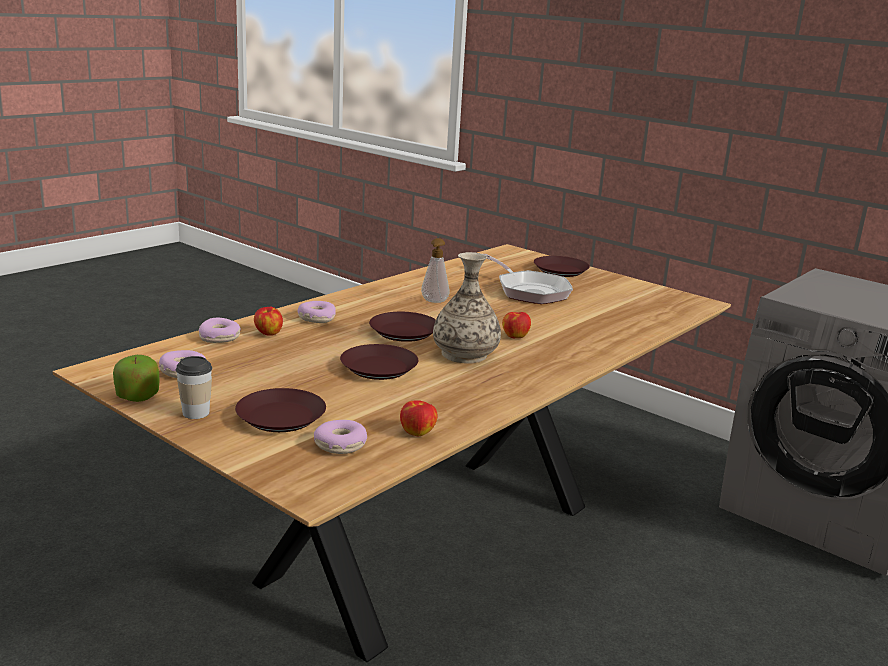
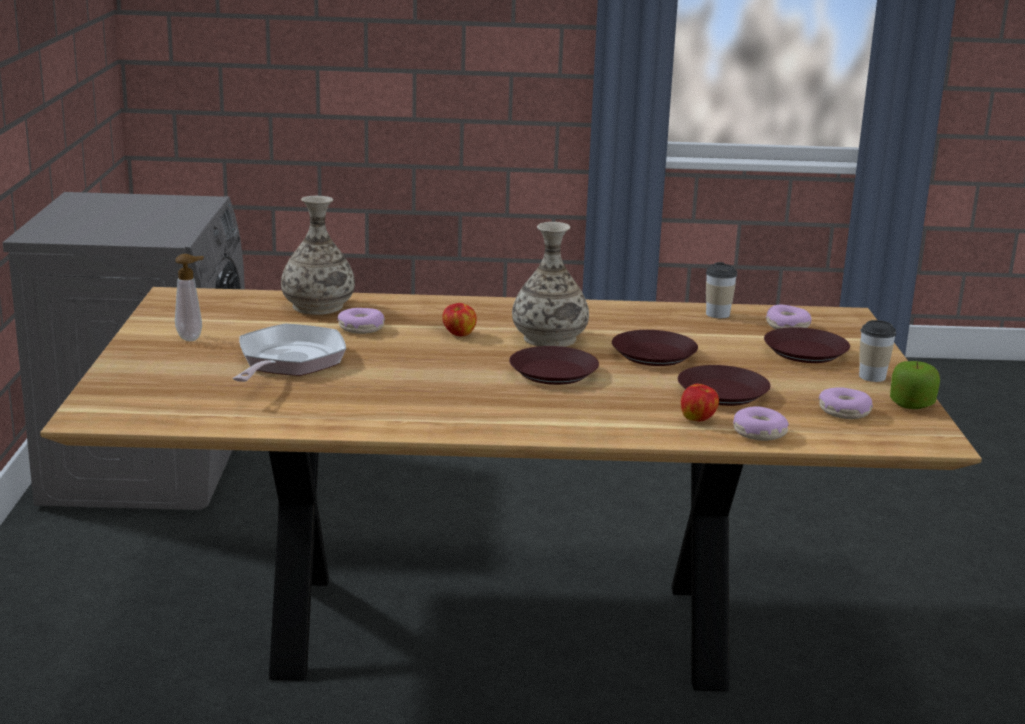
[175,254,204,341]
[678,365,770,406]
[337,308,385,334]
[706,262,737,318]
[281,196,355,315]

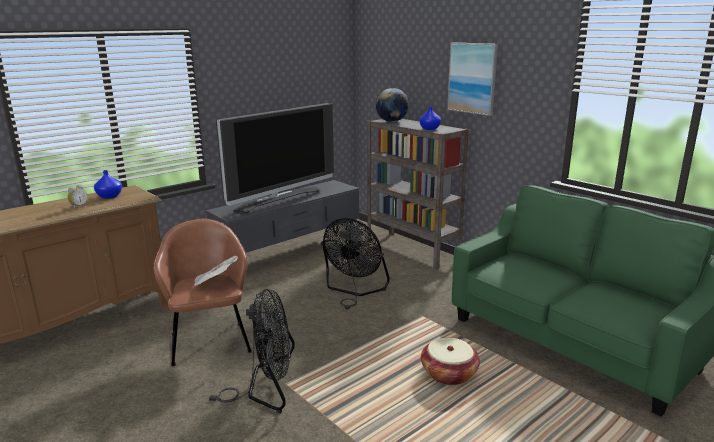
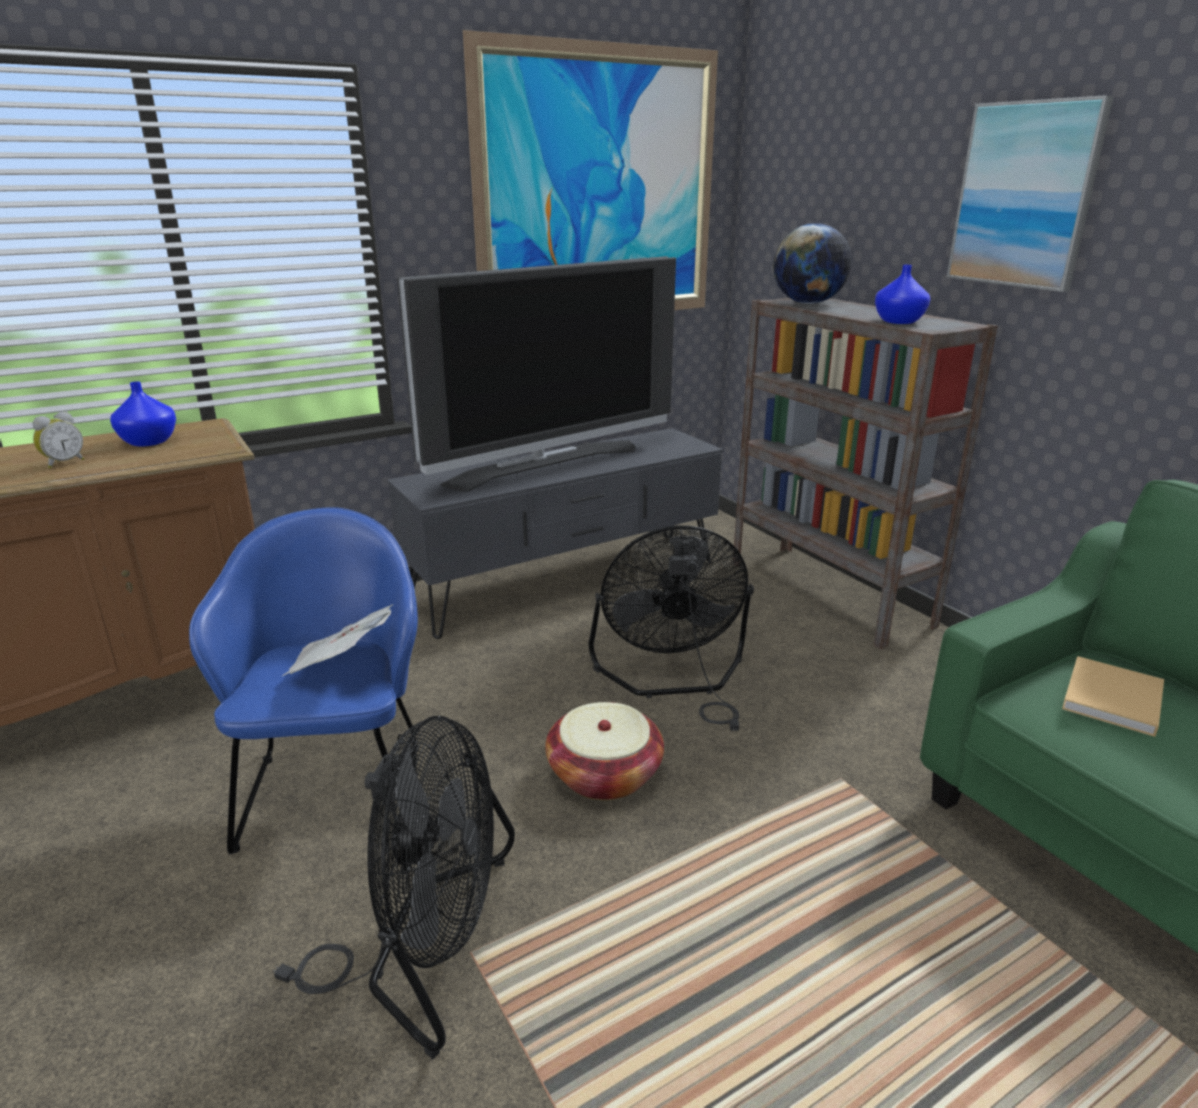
[589,525,754,731]
[189,507,419,854]
[546,702,664,801]
[463,30,718,310]
[1062,656,1164,737]

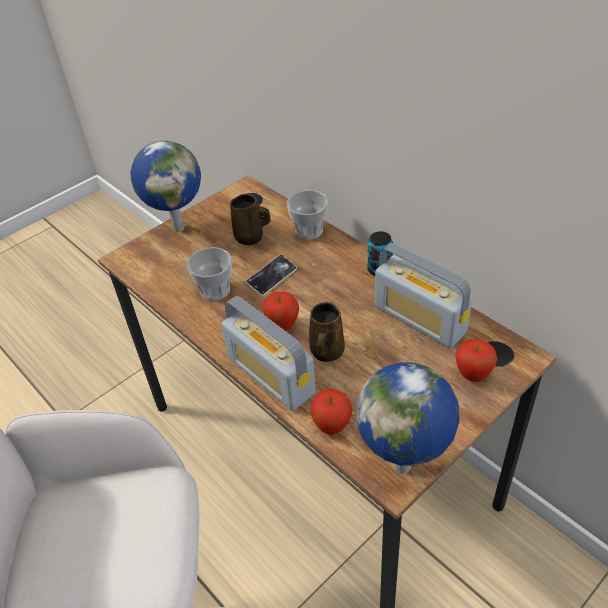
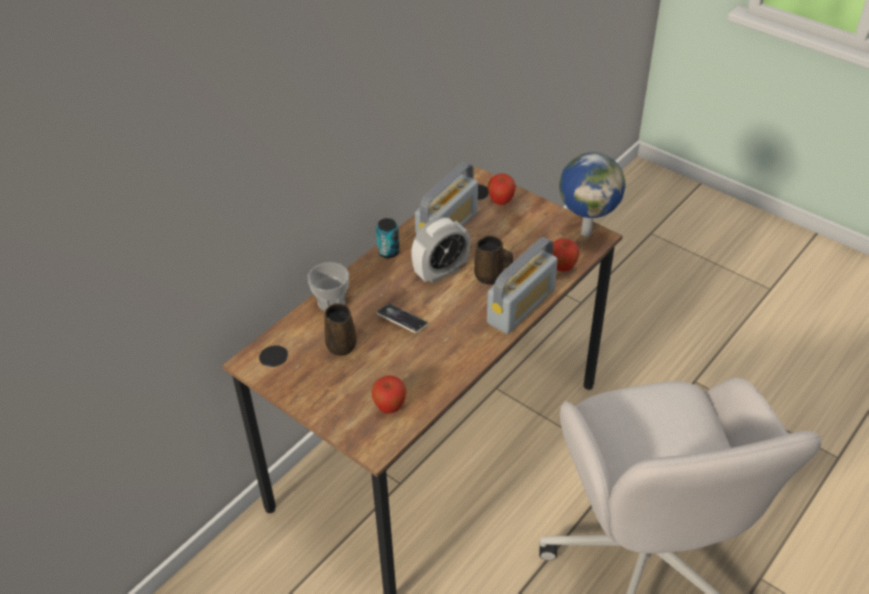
[131,141,201,232] (first image)
[187,247,232,301] (first image)
[372,375,407,414]
[411,217,470,283]

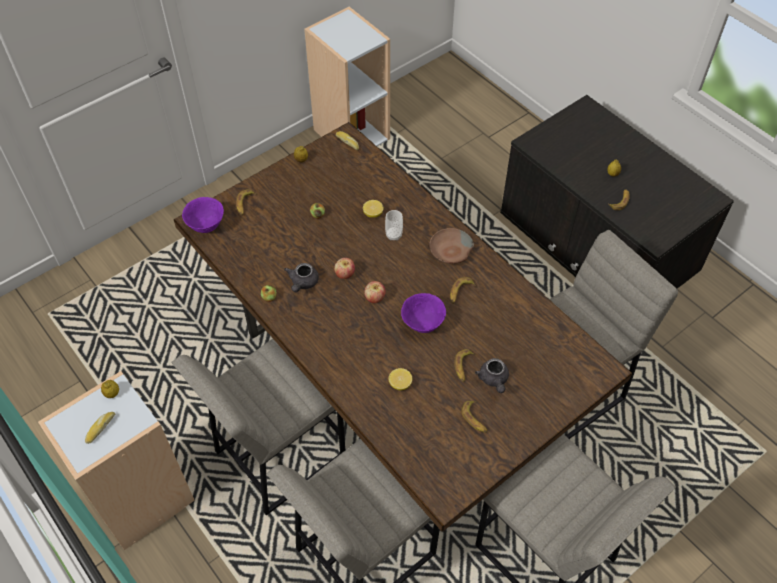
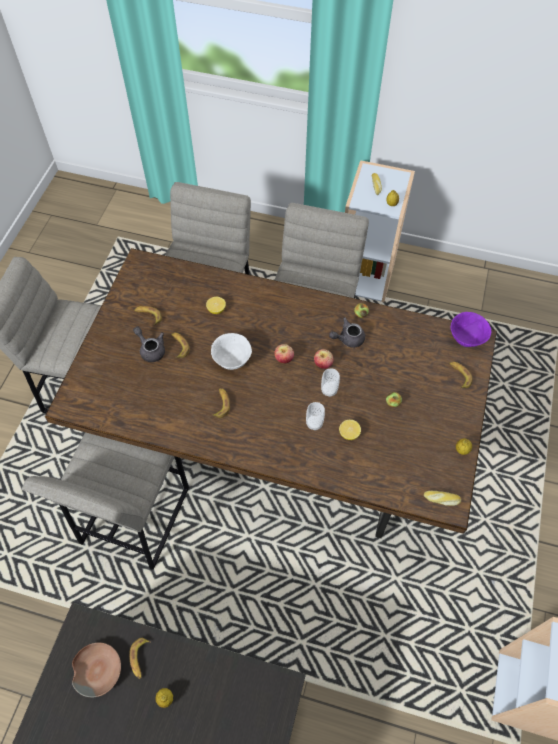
[72,643,121,697]
[329,317,365,348]
[211,333,252,370]
[321,368,340,397]

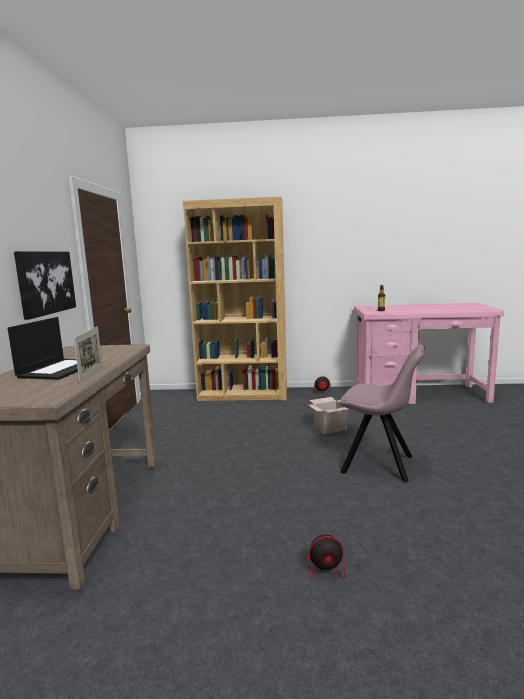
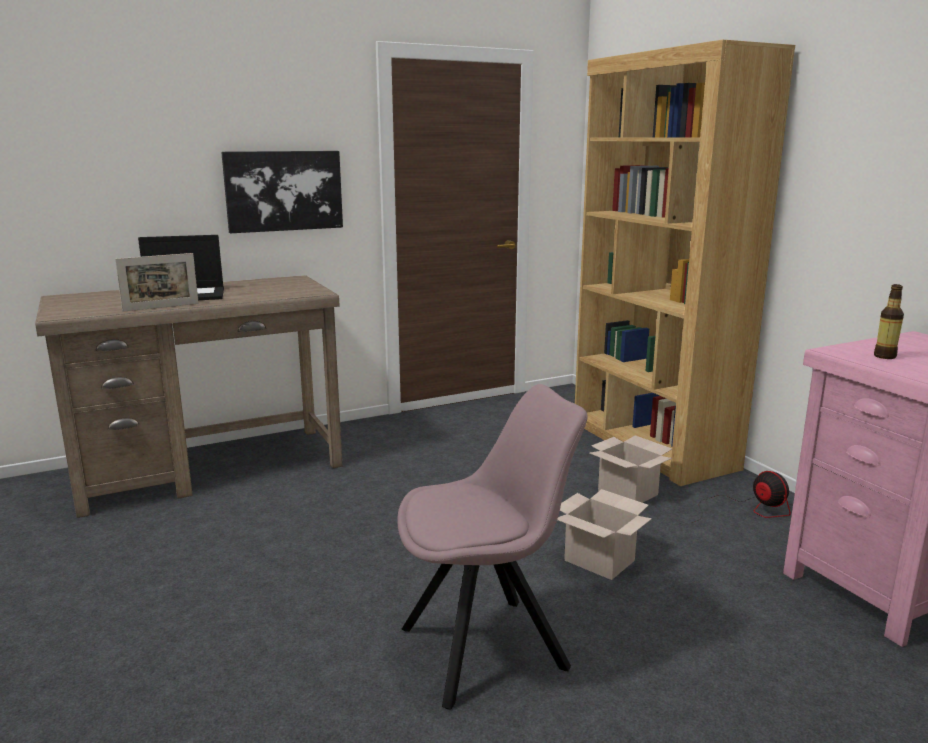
[397,384,588,710]
[308,525,368,581] (first image)
[590,435,672,503]

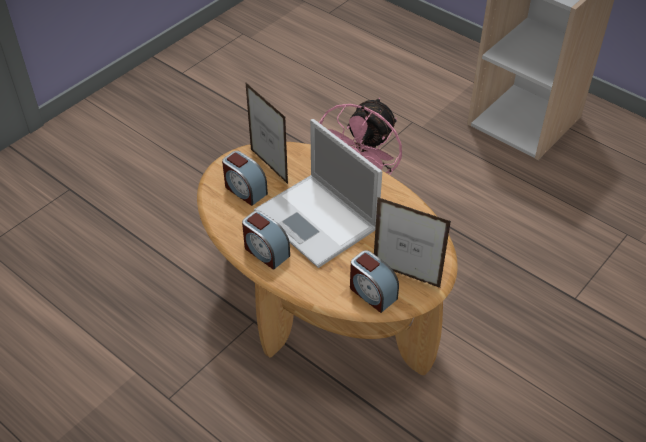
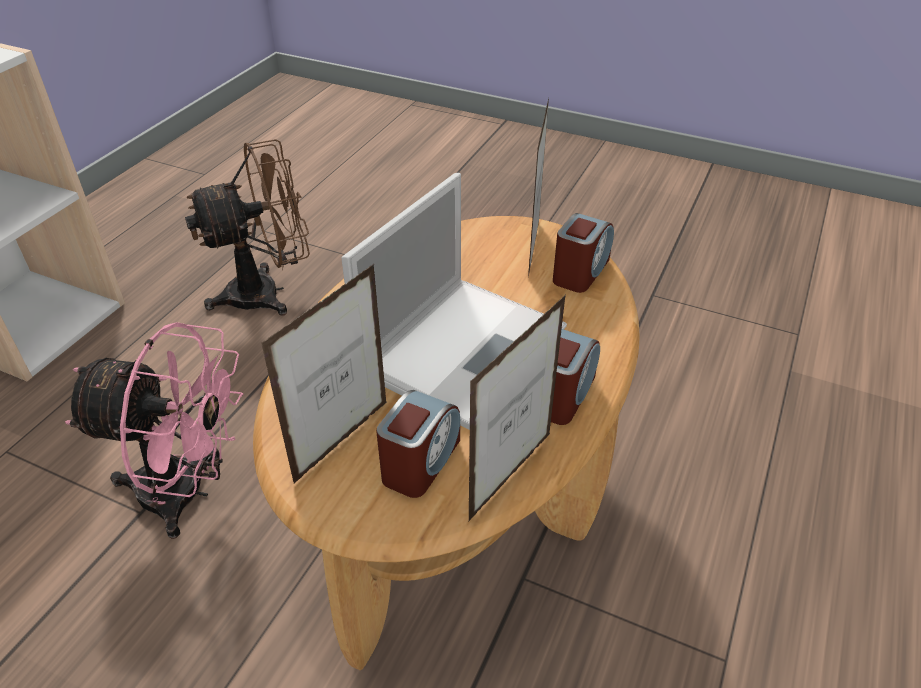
[185,139,310,315]
[469,294,566,521]

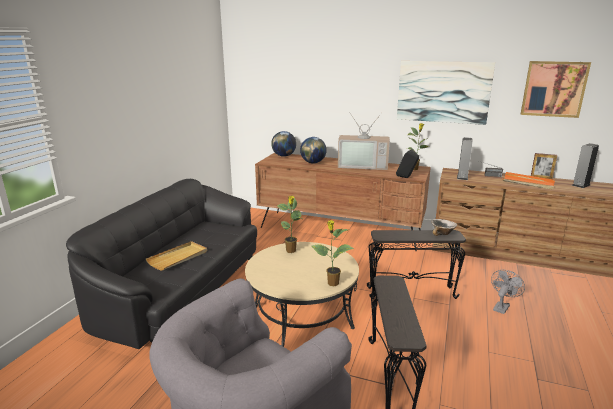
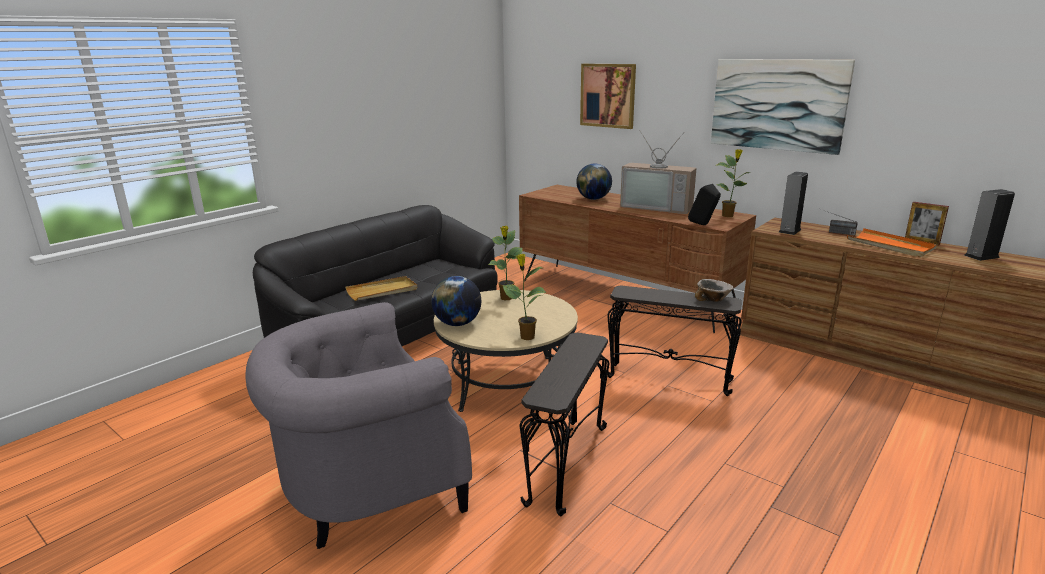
[580,64,636,129]
[431,276,481,326]
[491,270,525,314] (first image)

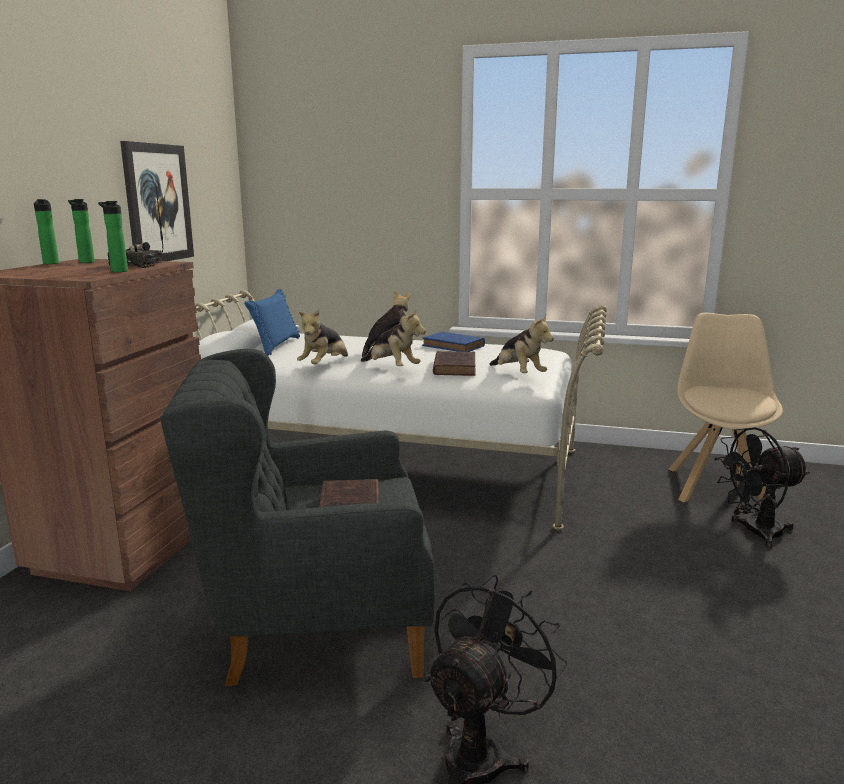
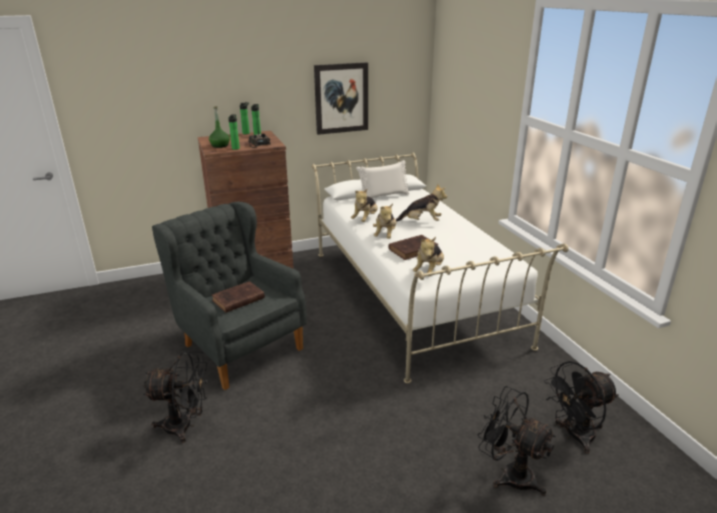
[356,160,409,198]
[351,189,378,222]
[544,361,619,453]
[422,332,485,352] (first image)
[209,106,230,148]

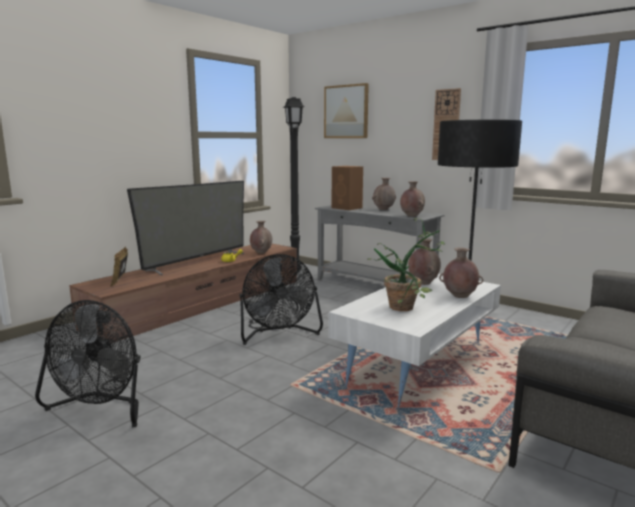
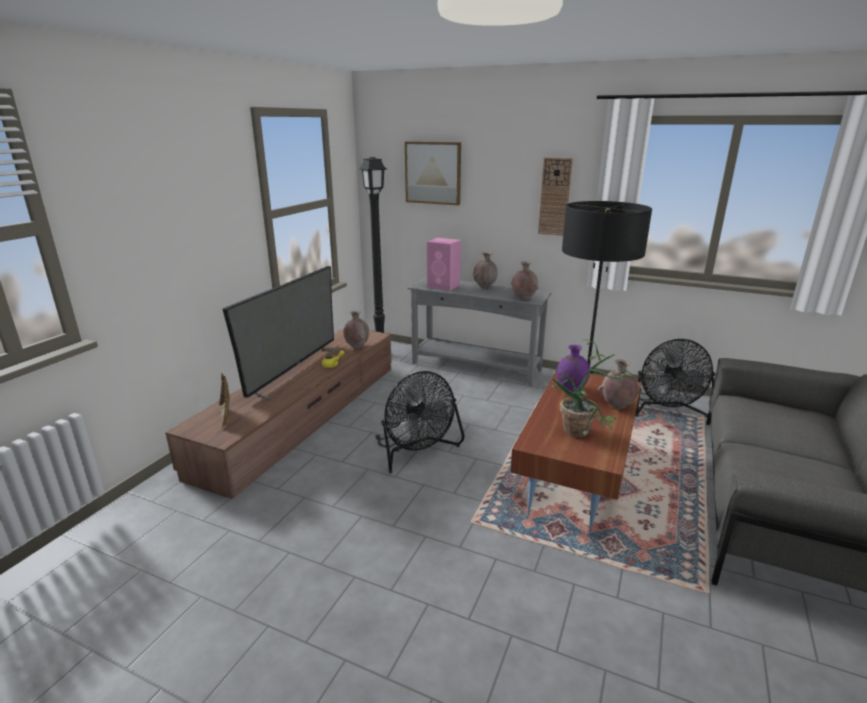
[427,238,461,291]
[557,345,590,392]
[510,370,641,536]
[635,339,715,417]

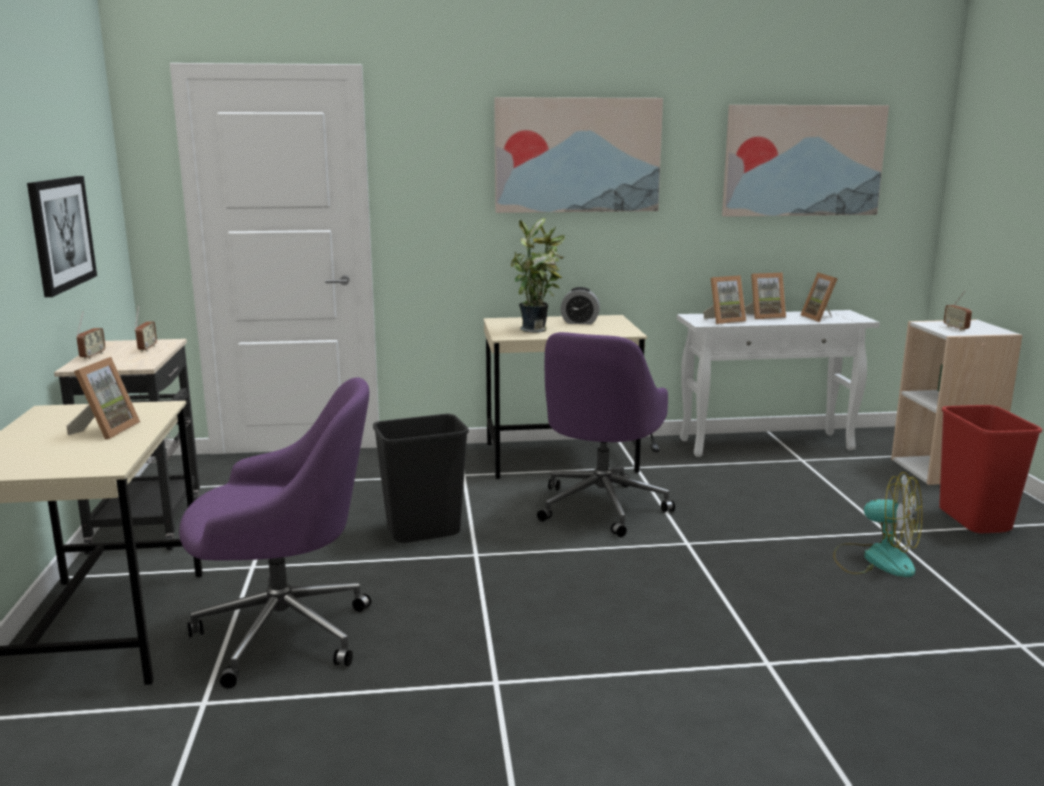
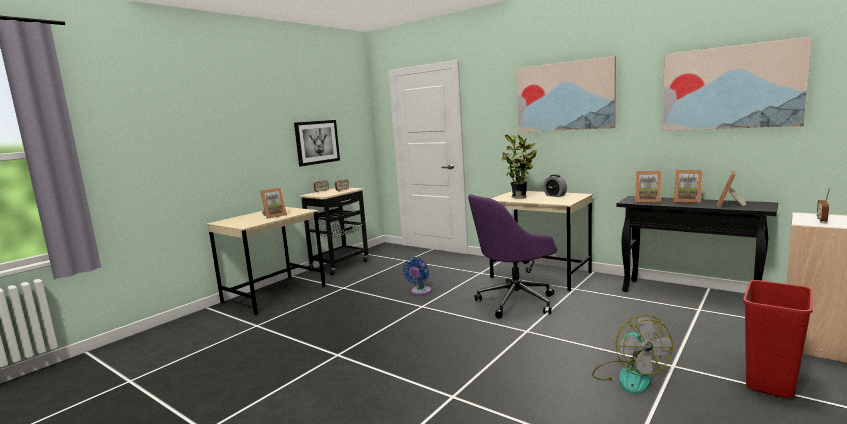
[617,196,778,292]
[179,377,371,689] (first image)
[403,257,431,295]

